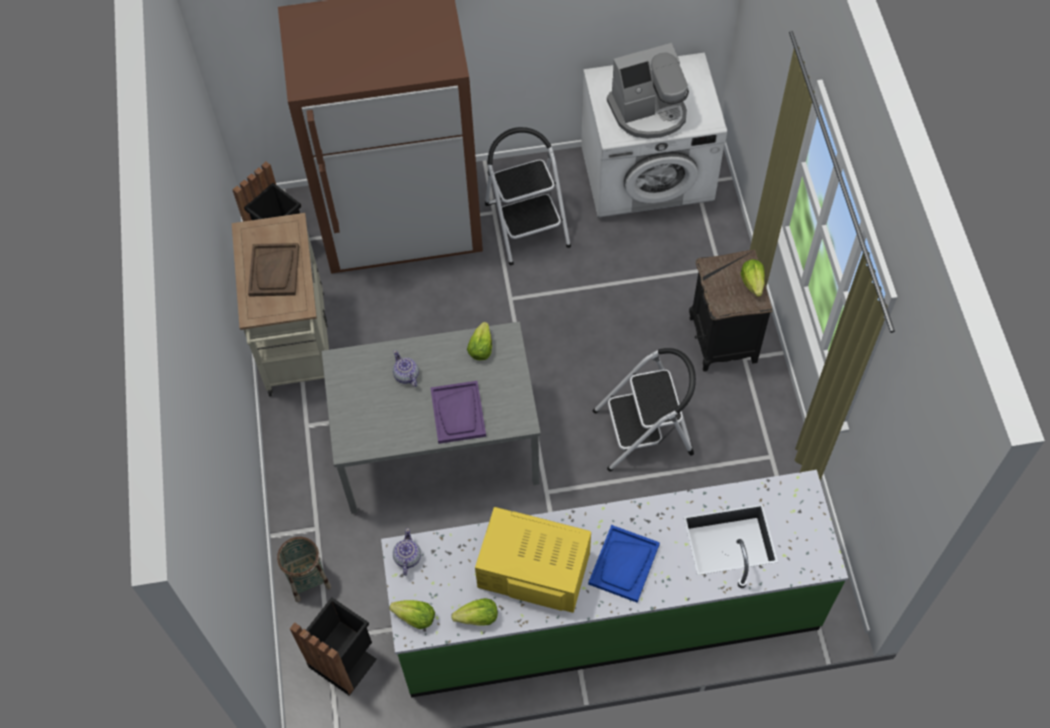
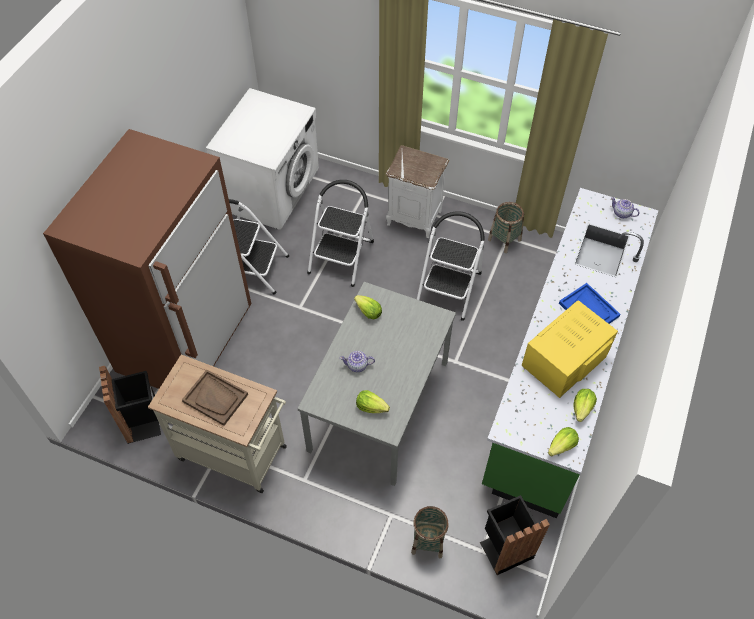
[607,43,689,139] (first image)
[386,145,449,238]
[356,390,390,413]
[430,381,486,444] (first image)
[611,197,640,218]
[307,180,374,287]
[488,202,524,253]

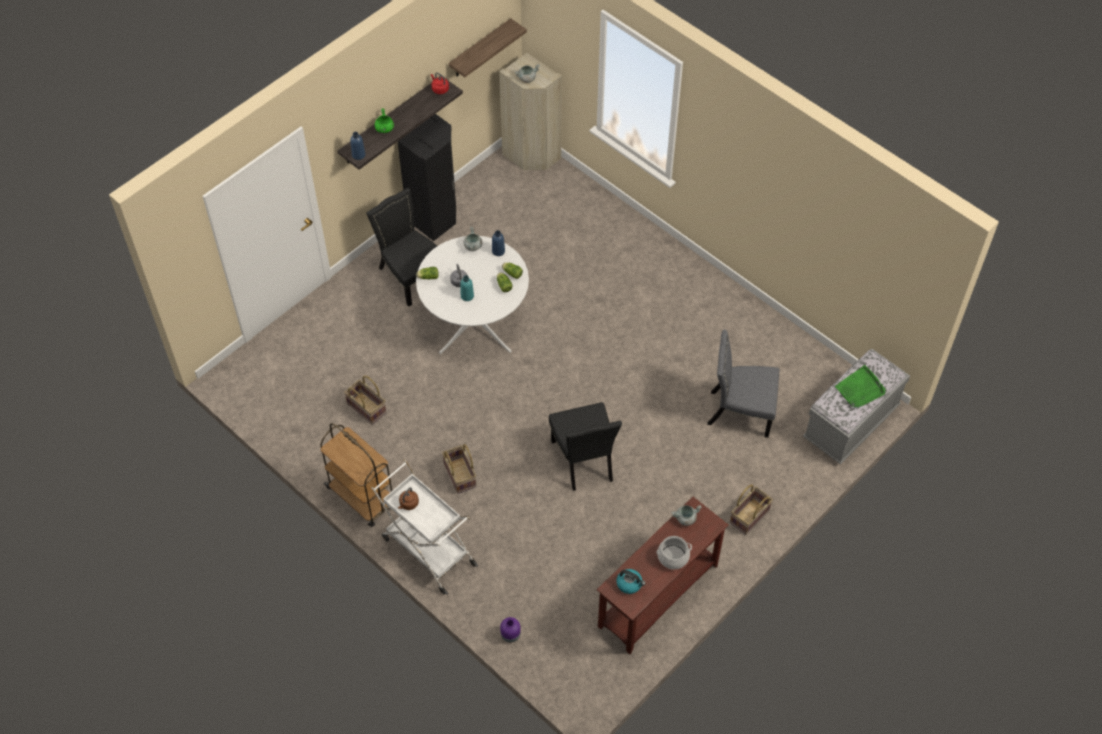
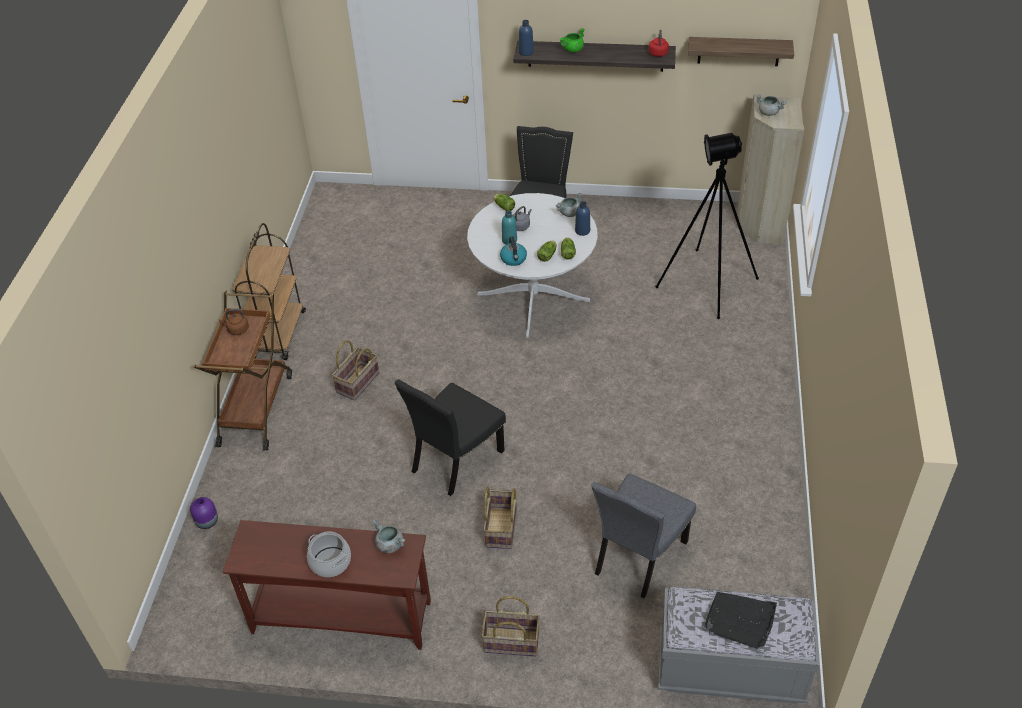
[398,114,456,241] (first image)
[591,473,696,598]
[704,592,777,649]
[483,487,517,549]
[193,290,292,451]
[500,236,527,266]
[655,133,759,319]

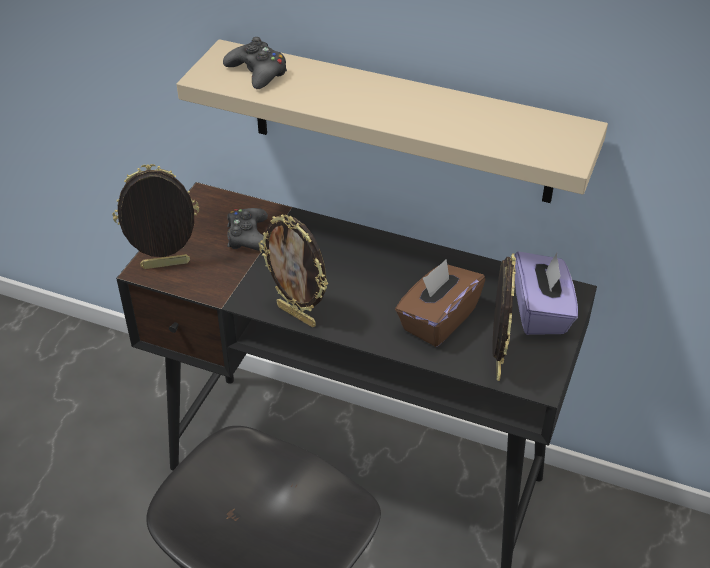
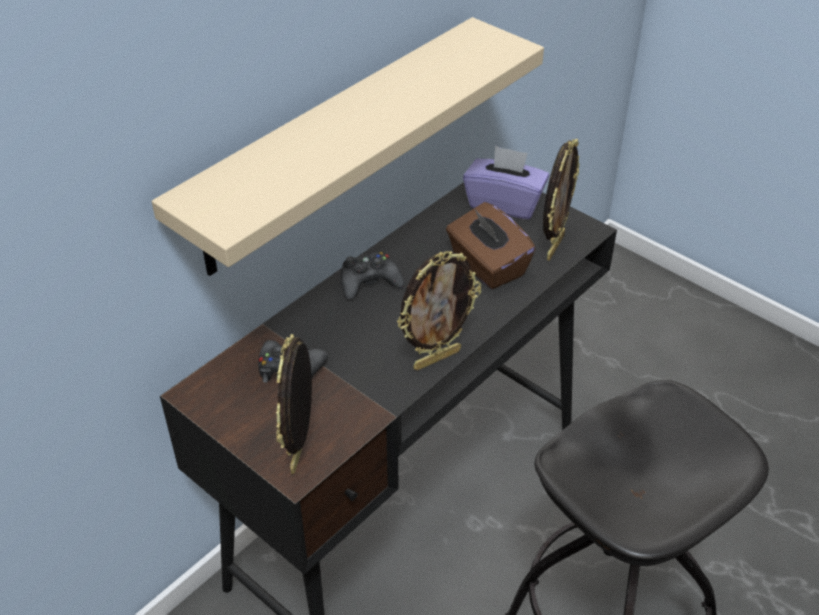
[341,252,404,300]
[543,139,580,261]

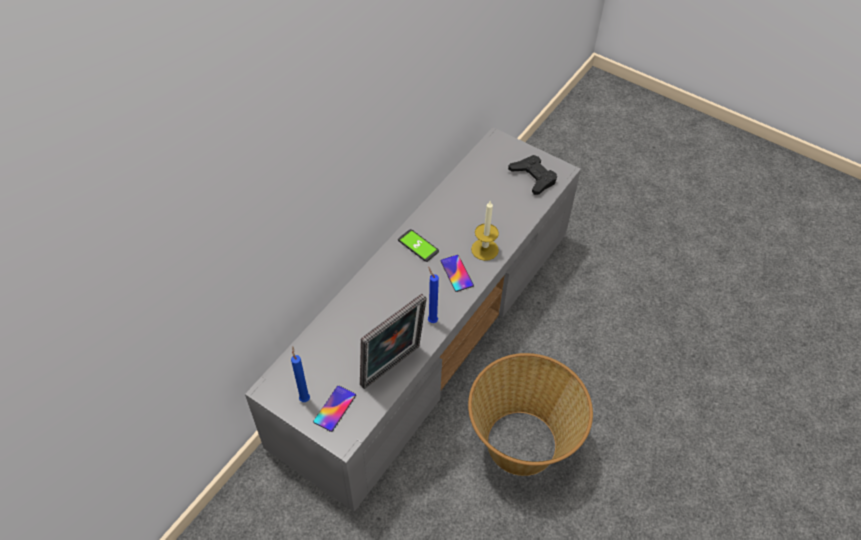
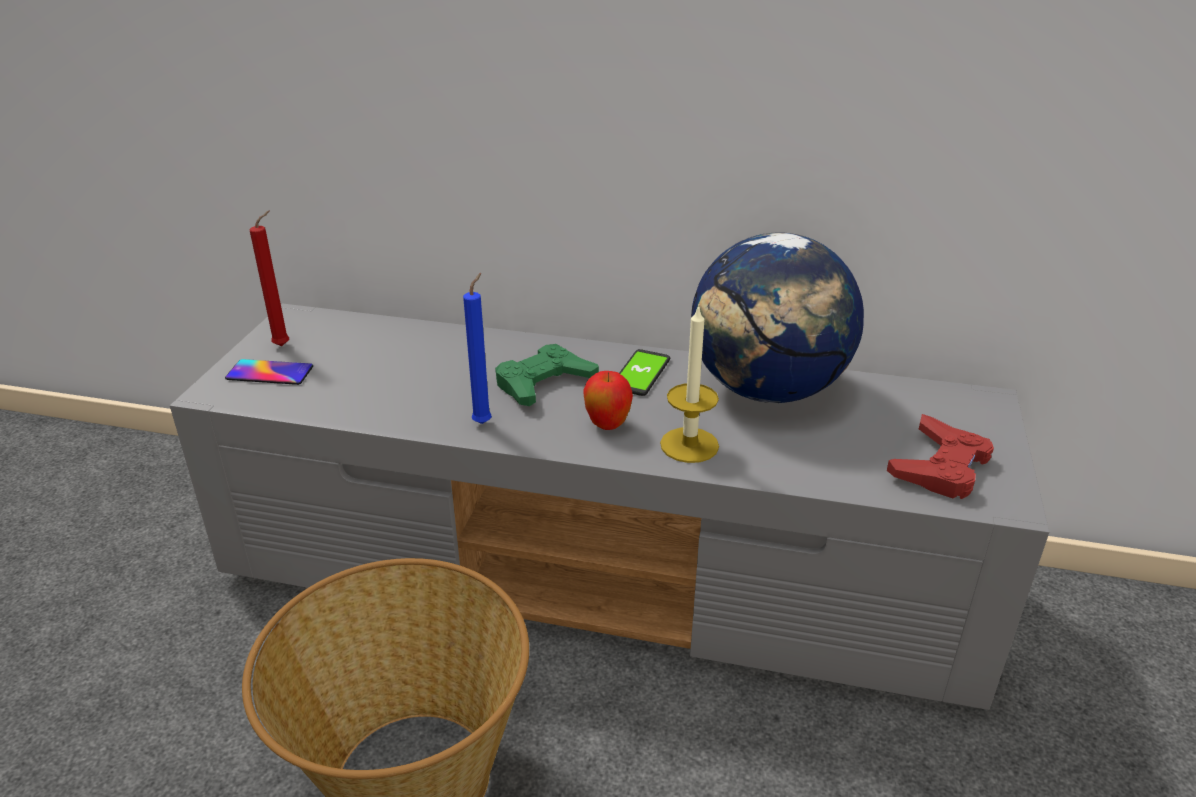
[887,414,994,499]
[583,371,633,430]
[360,294,427,389] (first image)
[250,211,289,346]
[691,232,864,403]
[495,344,599,406]

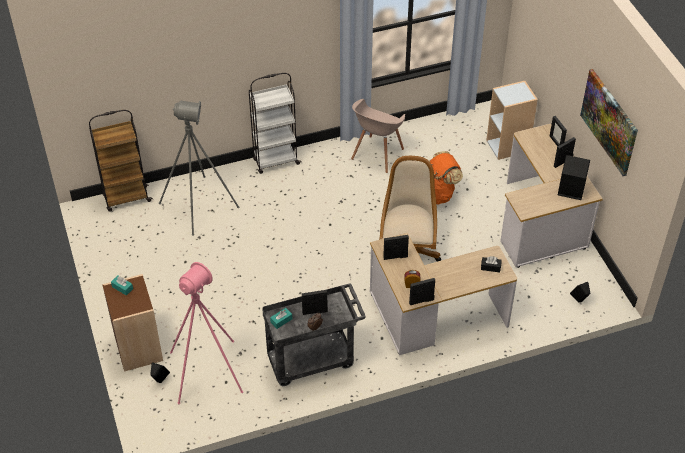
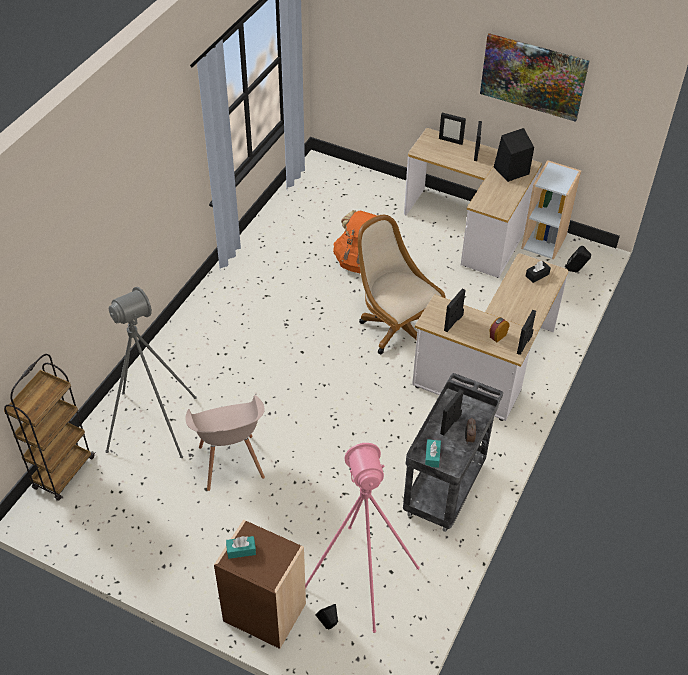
[249,73,302,174] (first image)
[521,160,581,260]
[185,395,265,491]

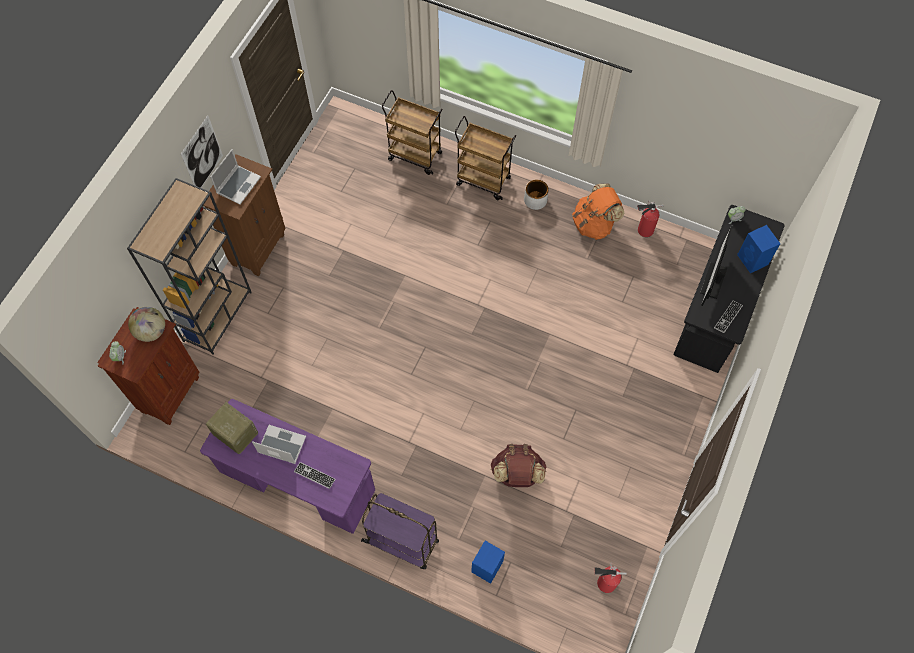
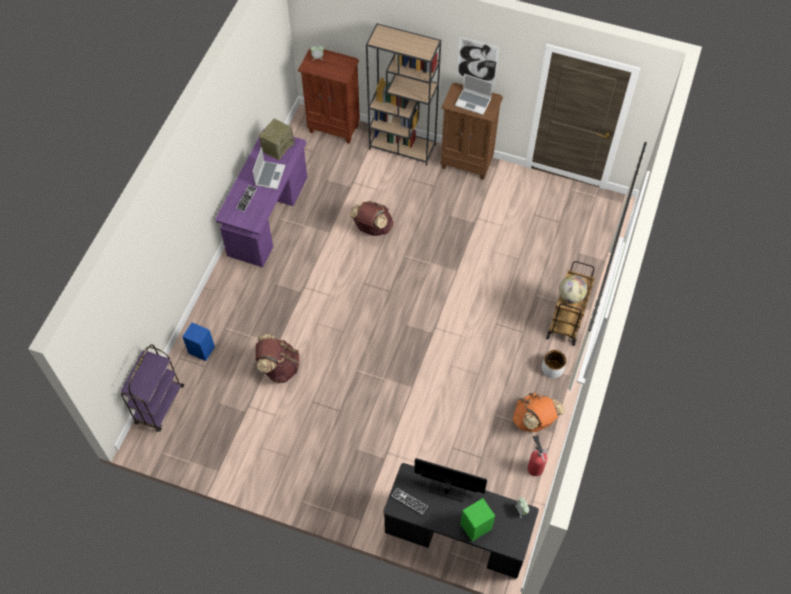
[382,90,442,175] (first image)
[460,498,495,541]
[559,275,587,303]
[120,344,184,432]
[595,562,627,593] (first image)
[349,201,394,236]

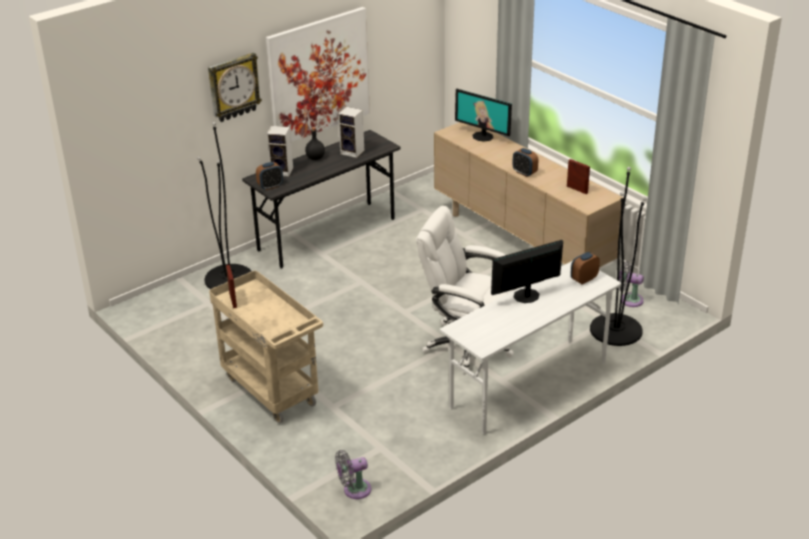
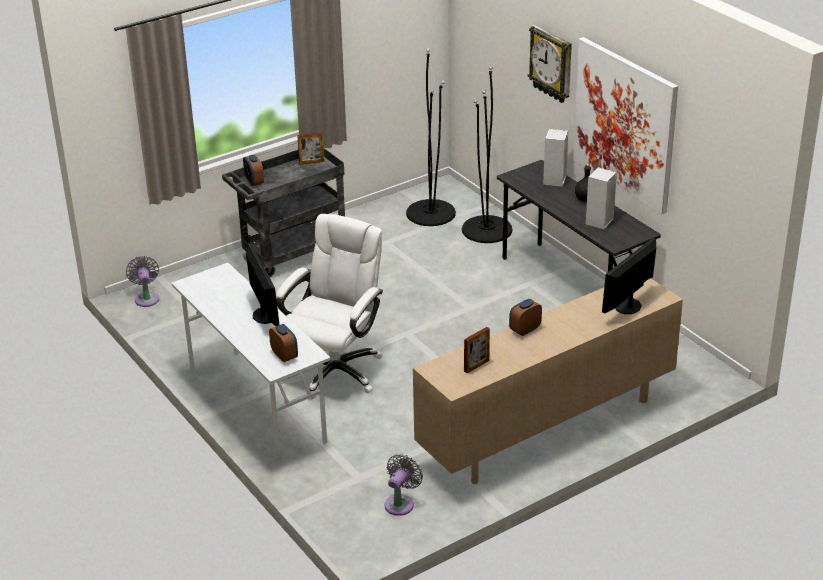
[243,155,264,187]
[406,49,456,226]
[222,148,345,277]

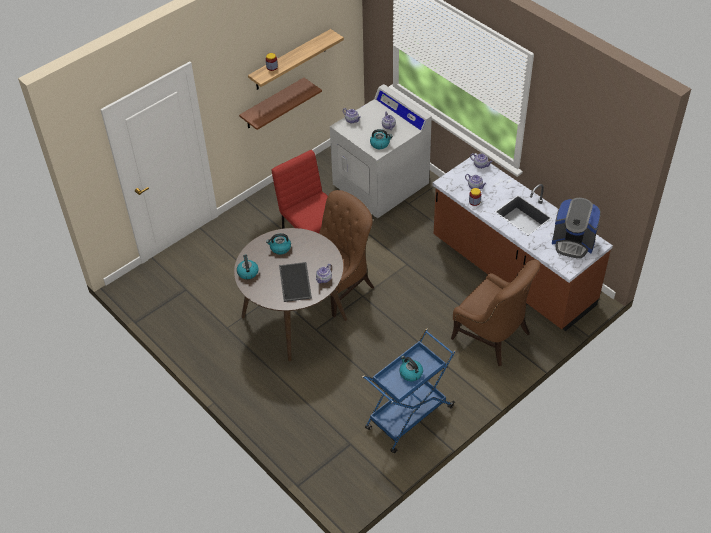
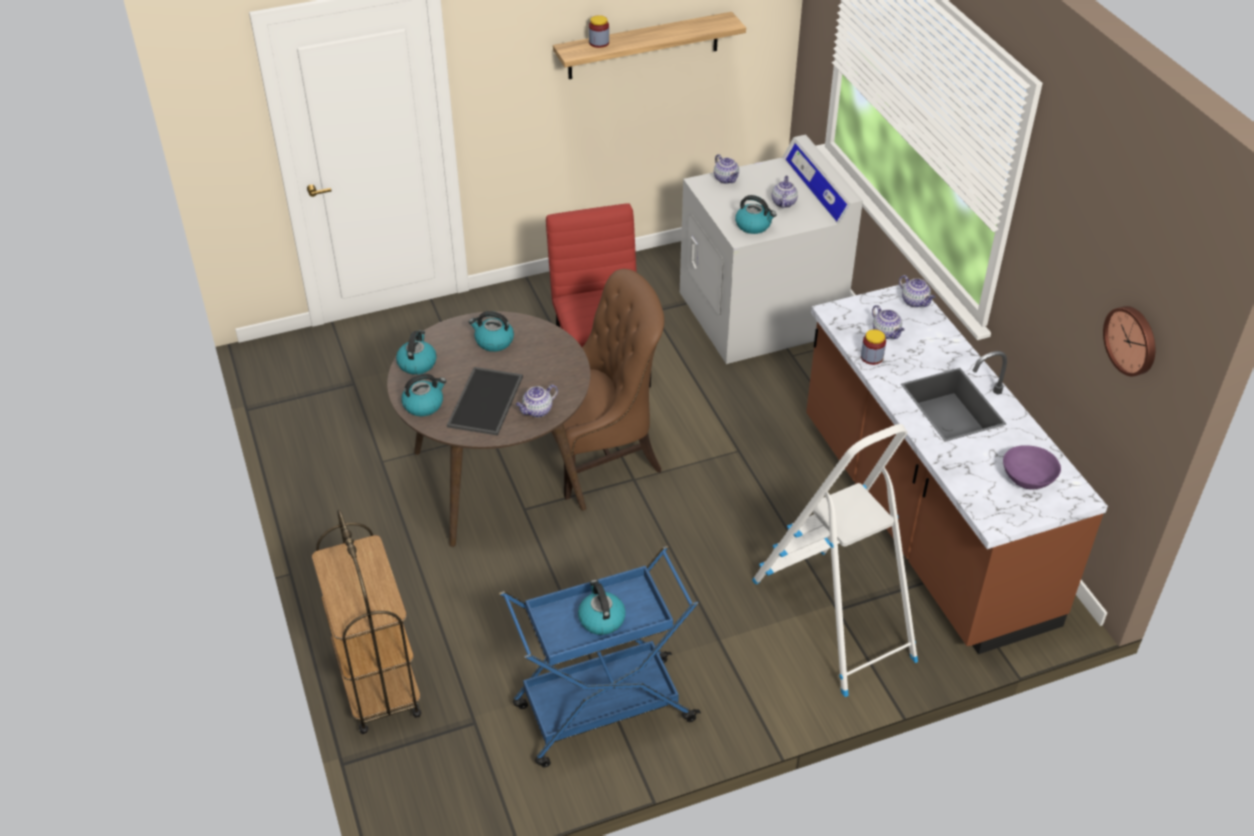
[239,78,322,130] (first image)
[1003,445,1061,489]
[752,424,918,697]
[1103,306,1155,377]
[401,374,446,416]
[312,510,421,734]

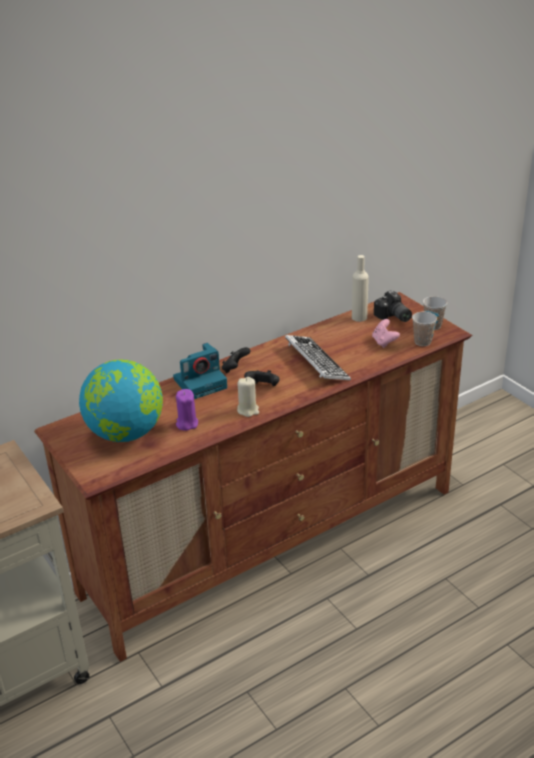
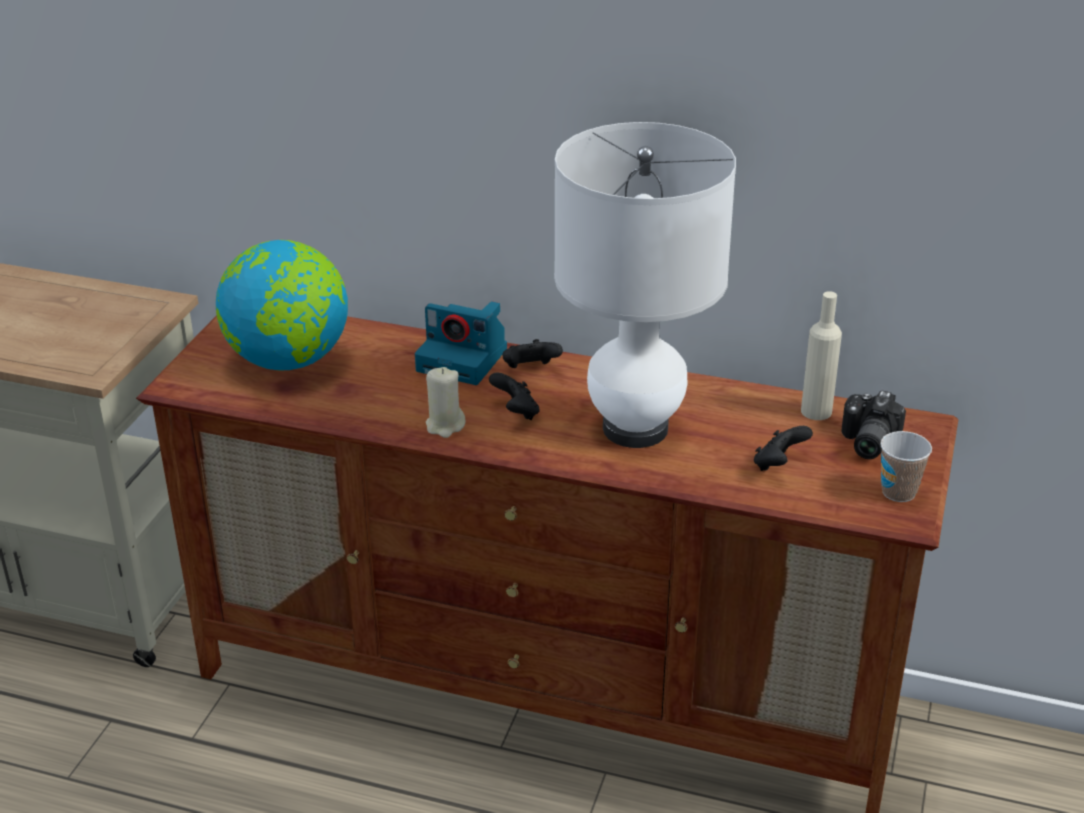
[412,312,437,346] (first image)
[754,426,813,471]
[554,122,736,448]
[176,389,198,431] (first image)

